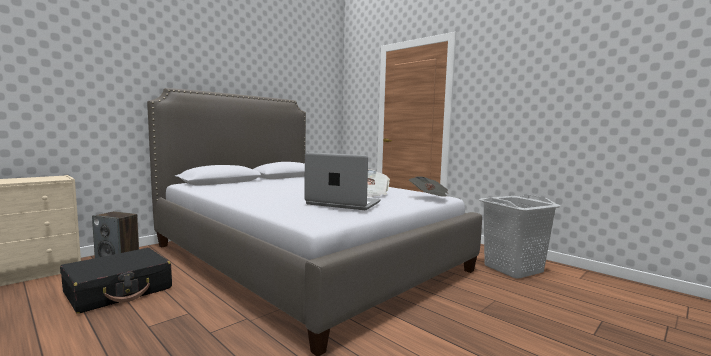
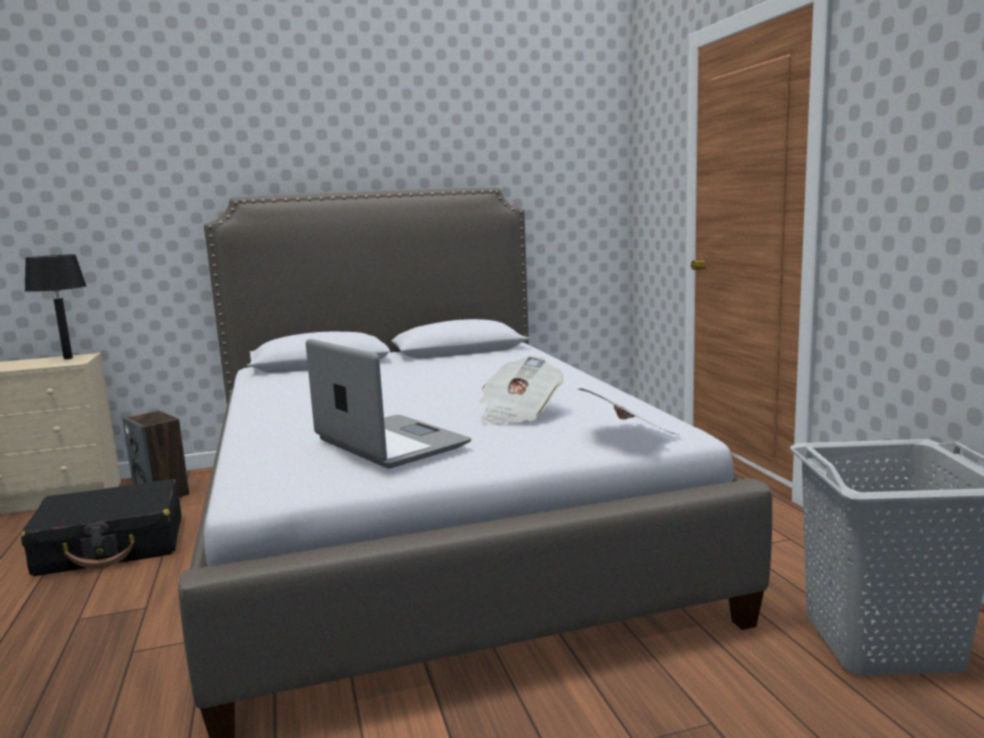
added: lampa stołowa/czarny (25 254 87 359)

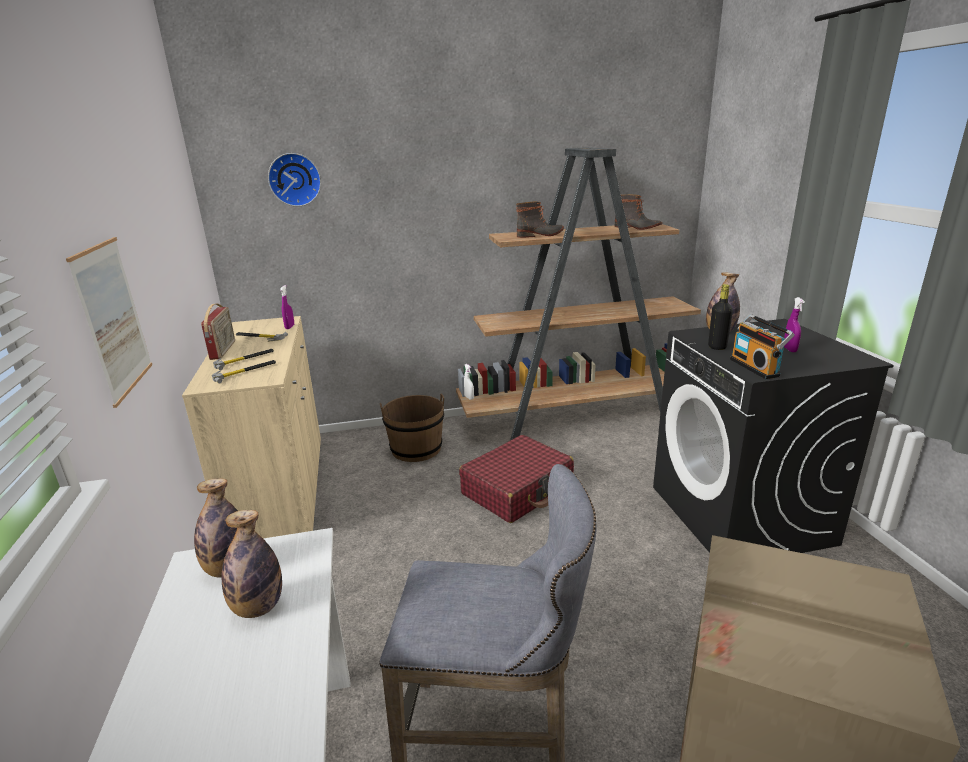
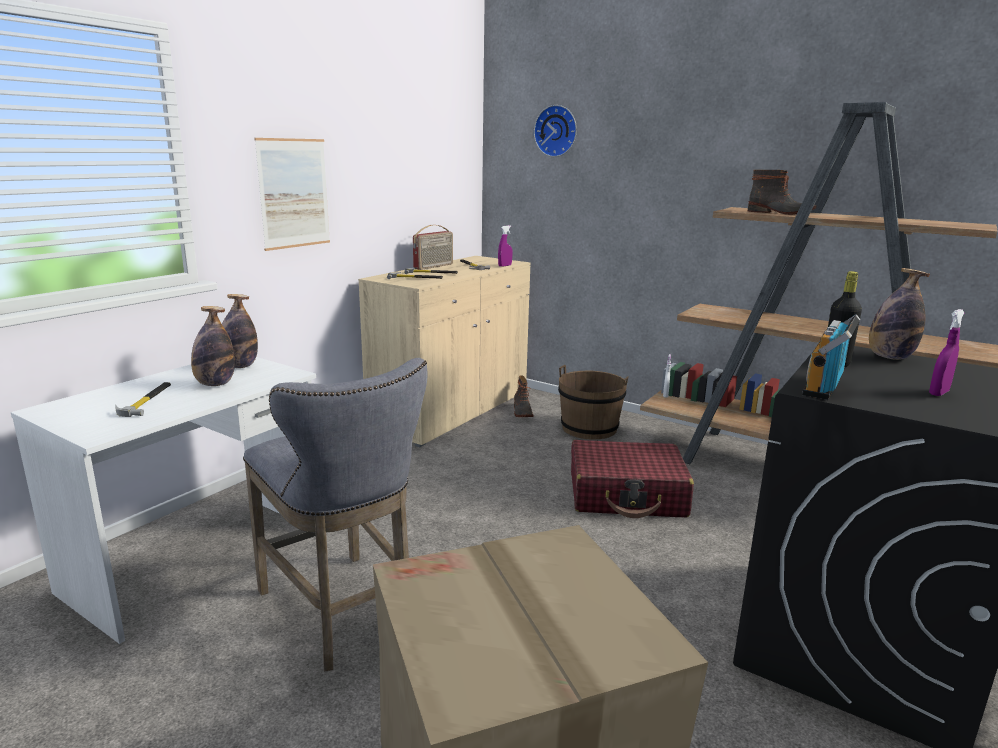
added: młotek (115 382 171 417)
moved: but z cholewką (614 195 662 230) to (514 375 534 417)

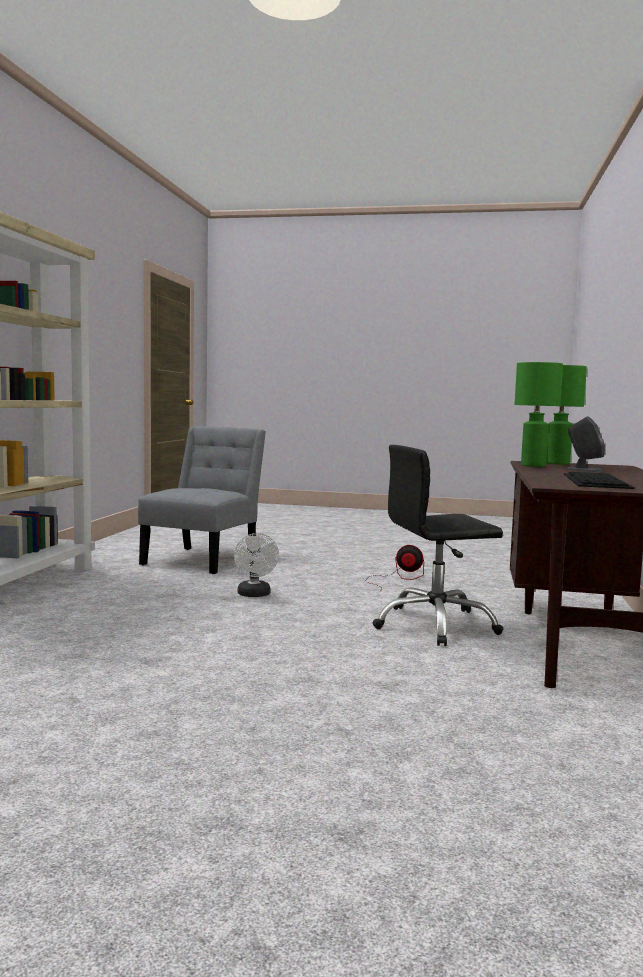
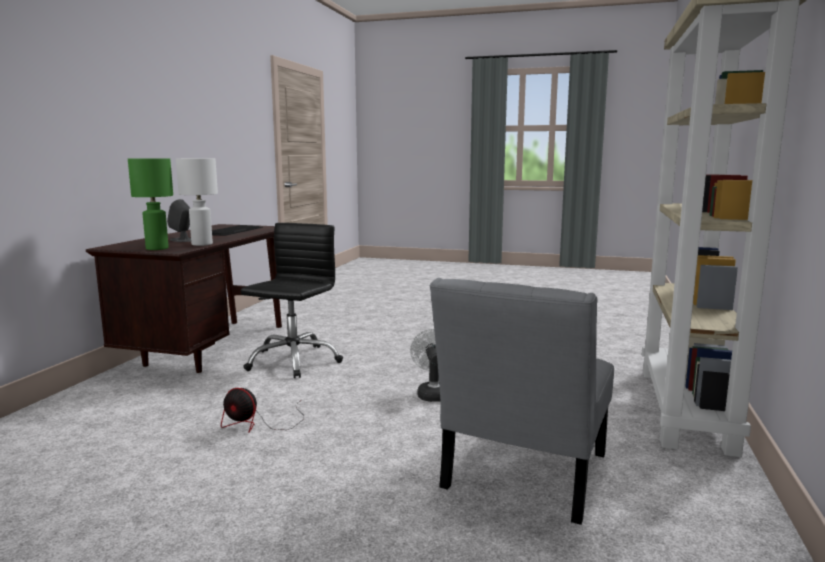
recoloured: lampa stołowa/zielony (514 362 563 467) to lampa stołowa/biały (176 158 218 246)
turned: krzesło biurowe/czarny (373 445 503 646) = (240 223 343 378) 60 degrees counterclockwise

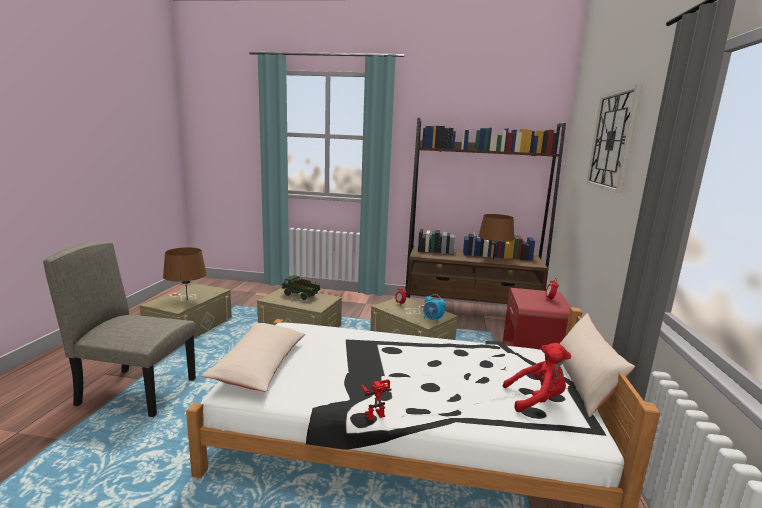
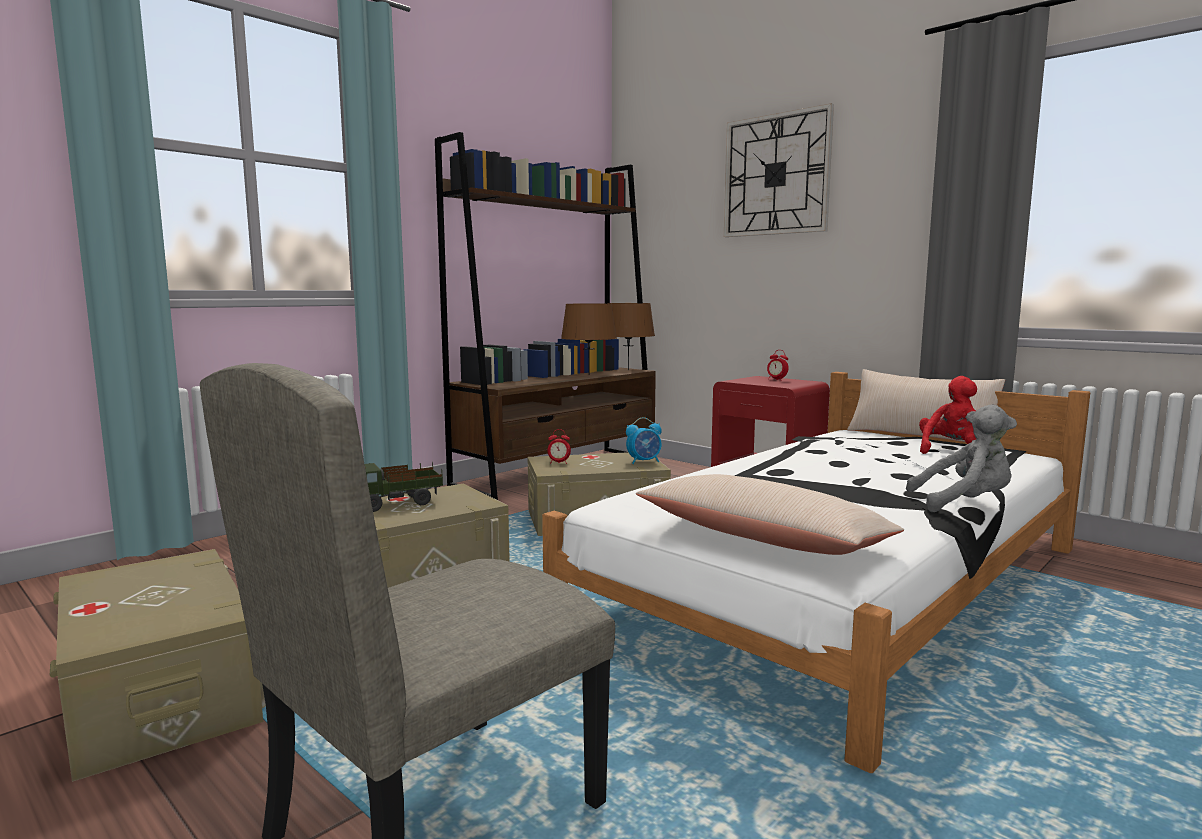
moved: lampa stołowa/brązowy (163 247 207 300) to (607 303 655 370)
replaced: robot zabawkowy (361 379 392 420) to pluszak/szary (906 404 1017 512)

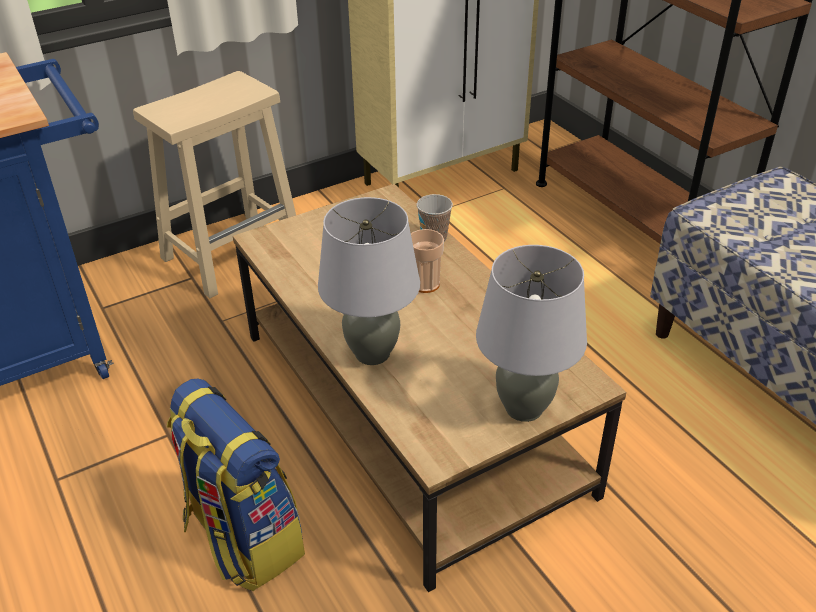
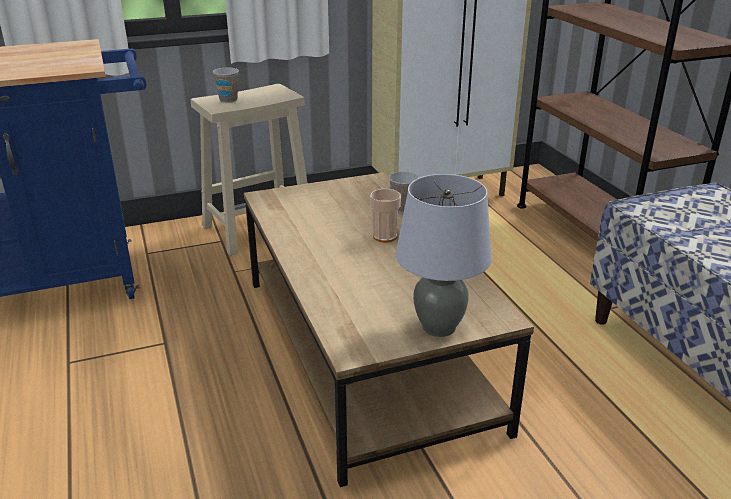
removed: lampa stołowa/szary (318 197 420 365); plecak (167 379 305 591)
added: filiżanka (213 67 239 103)

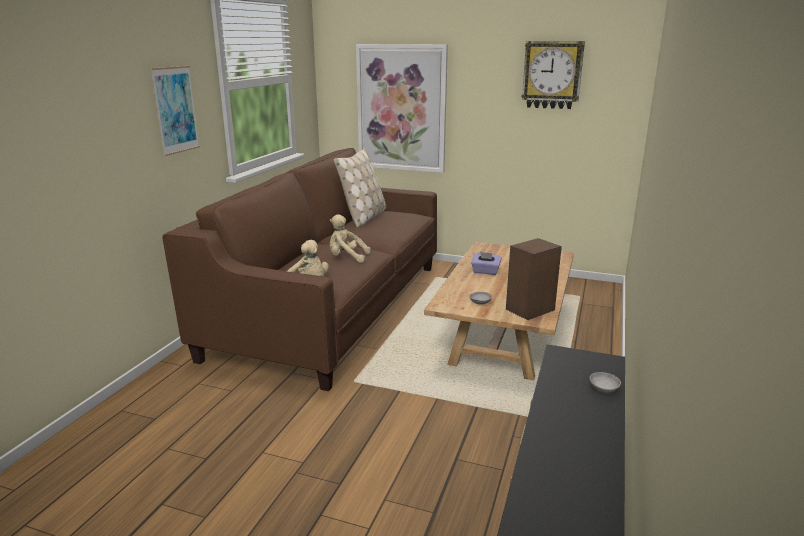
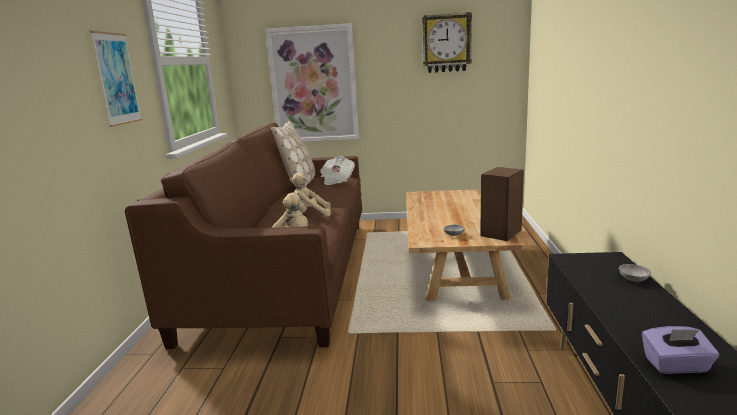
added: gazeta (320 156 355 185)
moved: pudełko chusteczek/fioletowy (471 252 502 275) to (642 326 719 374)

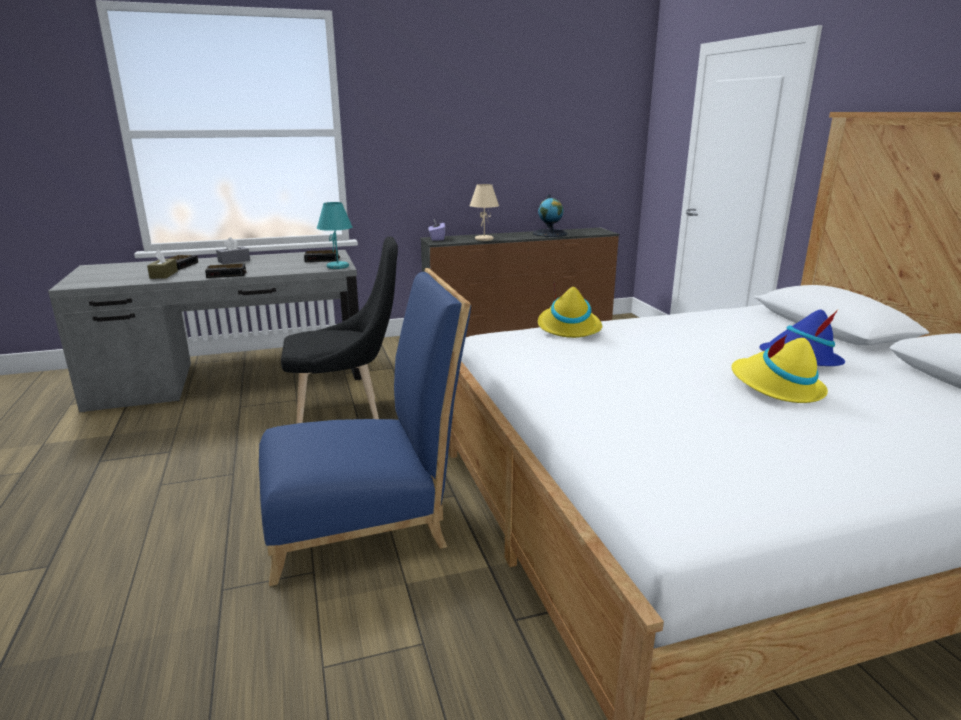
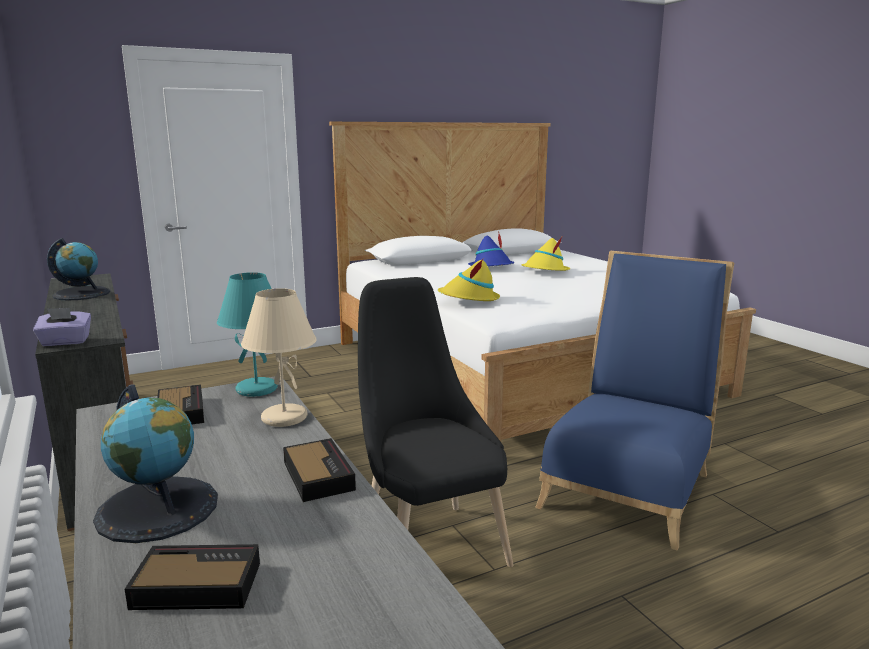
removed: pudełko chusteczek/brązowy (147 249 178 279)
moved: lampa stołowa/beżowy (469 184 499 241) to (241 288 317 427)
replaced: pudełko chusteczek/szary (216 237 250 264) to globus (93 384 218 543)
turned: krzesło/niebieski (259 268 471 586) = (535 251 734 550) 60 degrees clockwise

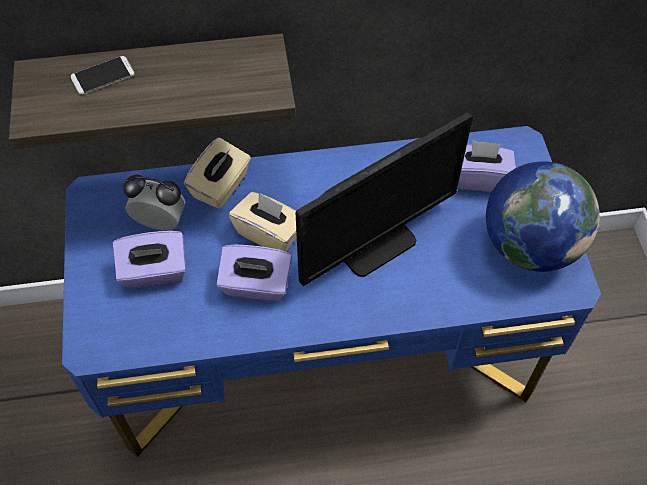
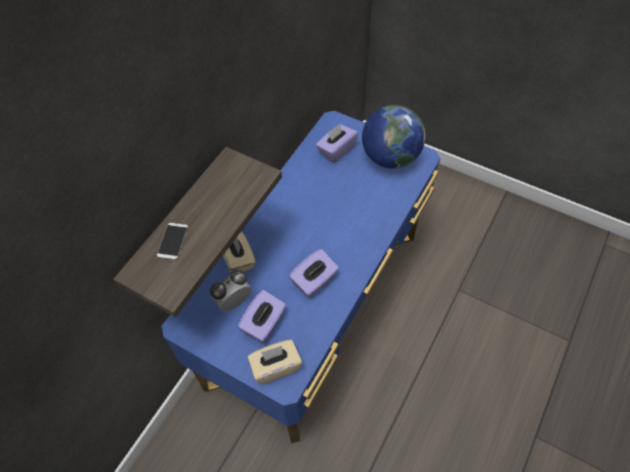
removed: monitor (295 112 473 286)
moved: pudełko chusteczek/beżowy (229 192 297 252) to (248 340 302 384)

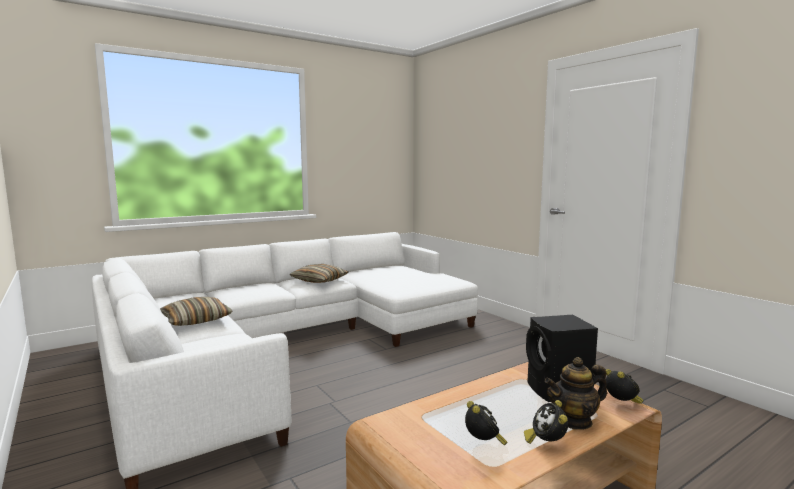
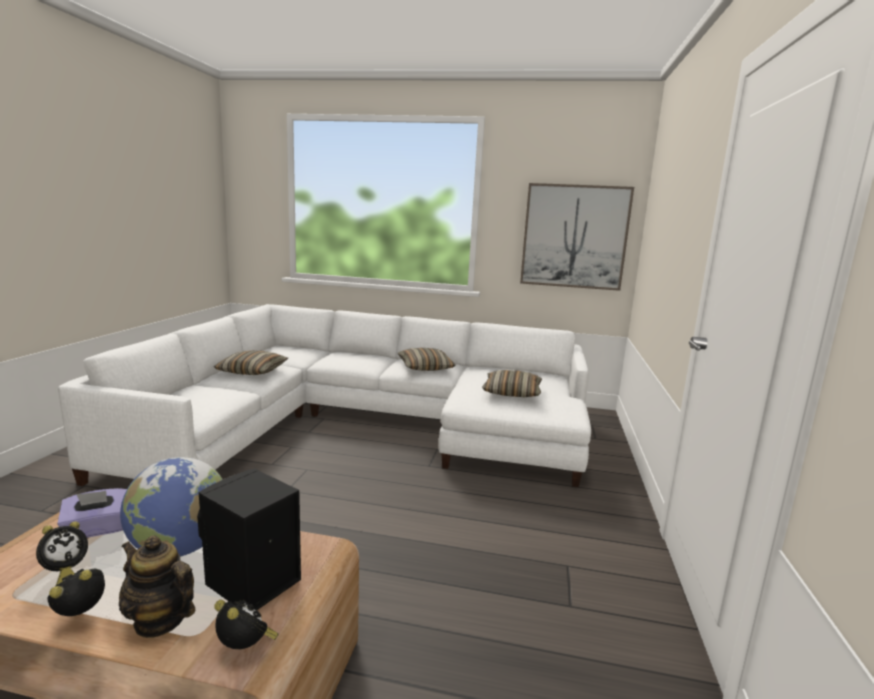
added: obraz (520 183 634 291); poduszka (482 370 542 397); globus (120 457 222 557); pudełko chusteczek/fioletowy (57 488 127 538)
turned: budzik (606 369 644 404) = (214 600 278 649) 75 degrees counterclockwise

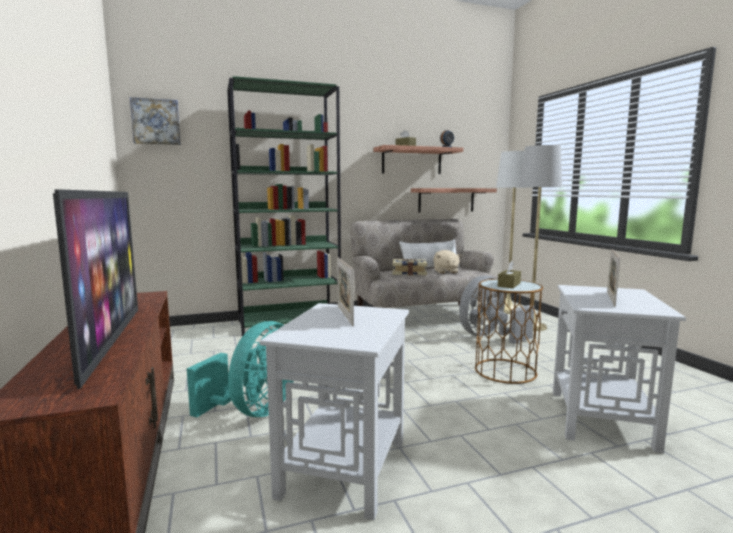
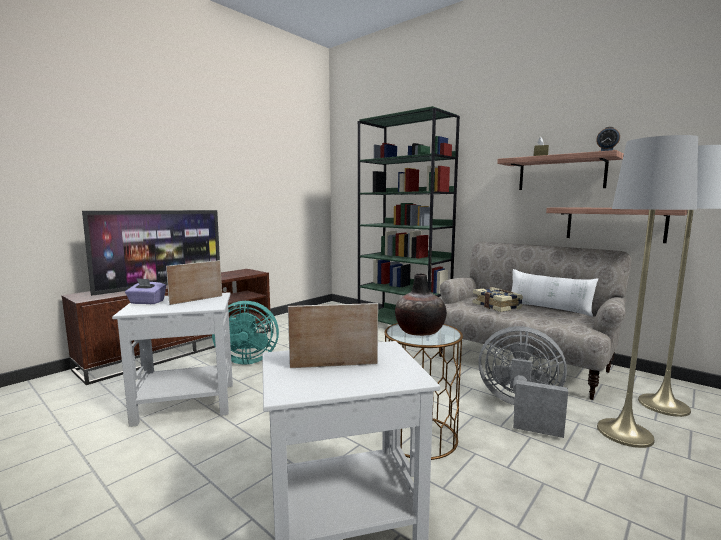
removed: obraz (130 97 181 145); pluszak/beżowy (433 250 461 274)
added: pudełko chusteczek/fioletowy (125 278 166 304)
replaced: pudełko chusteczek/brązowy (498 261 521 288) to wazon (395 273 447 336)

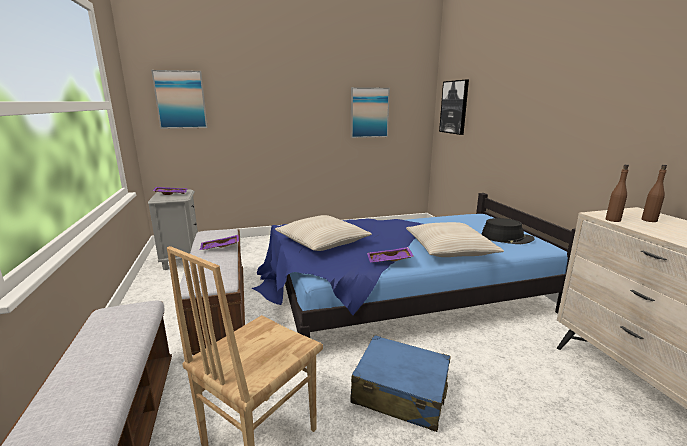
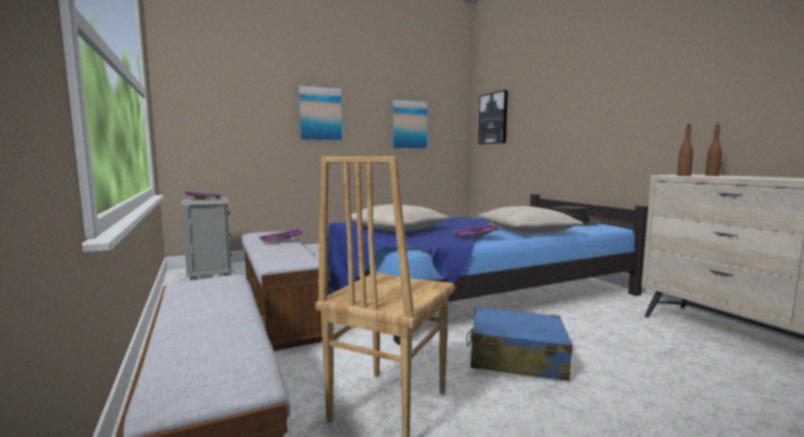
moved: obraz (151 70 208 129) to (297 84 343 142)

